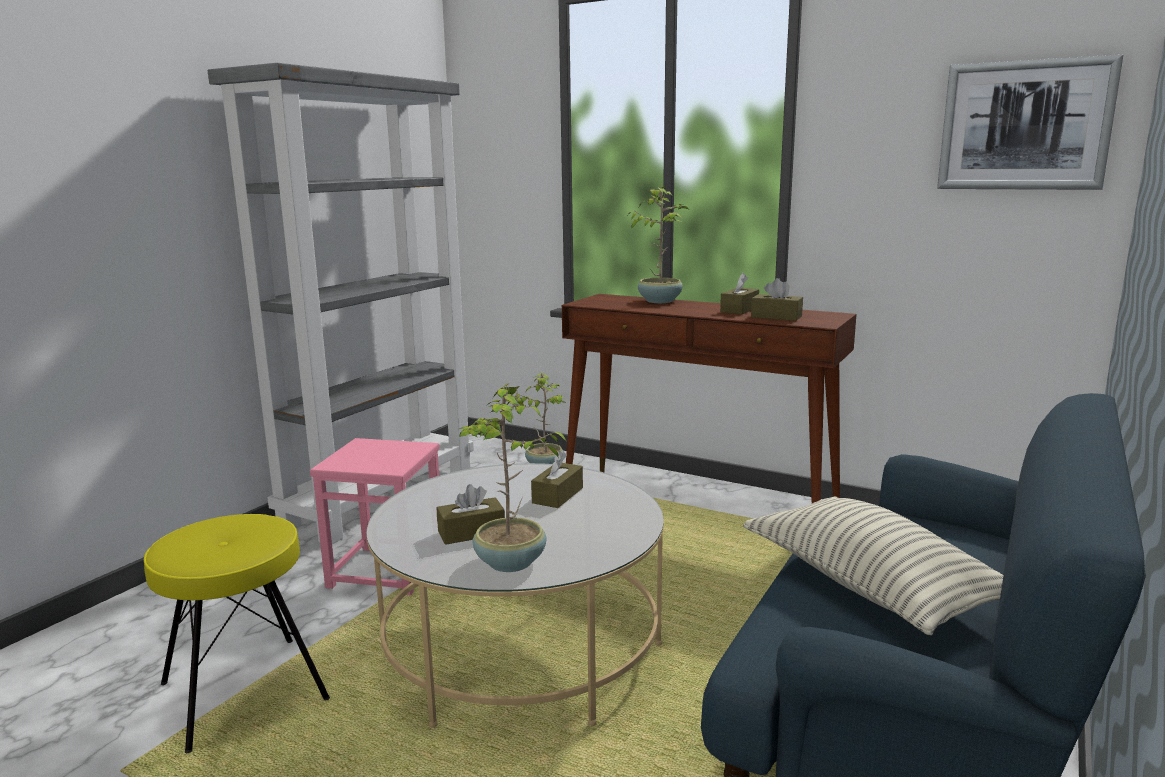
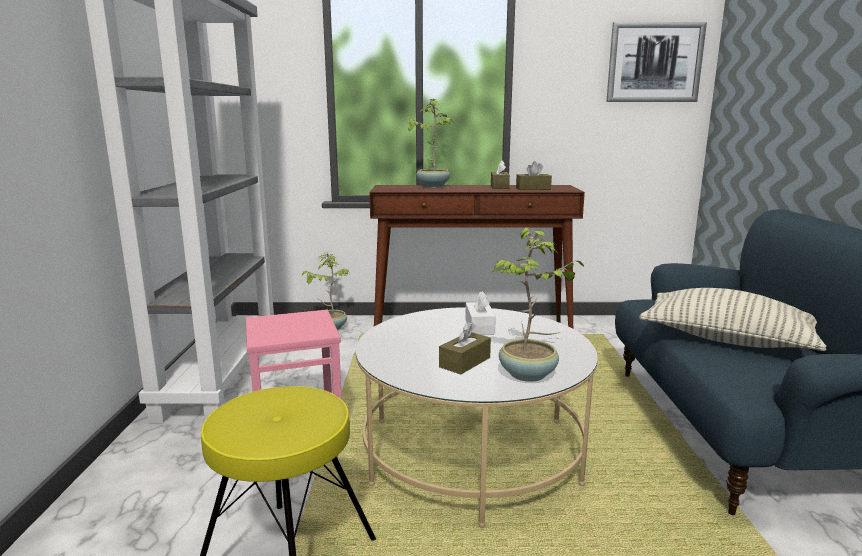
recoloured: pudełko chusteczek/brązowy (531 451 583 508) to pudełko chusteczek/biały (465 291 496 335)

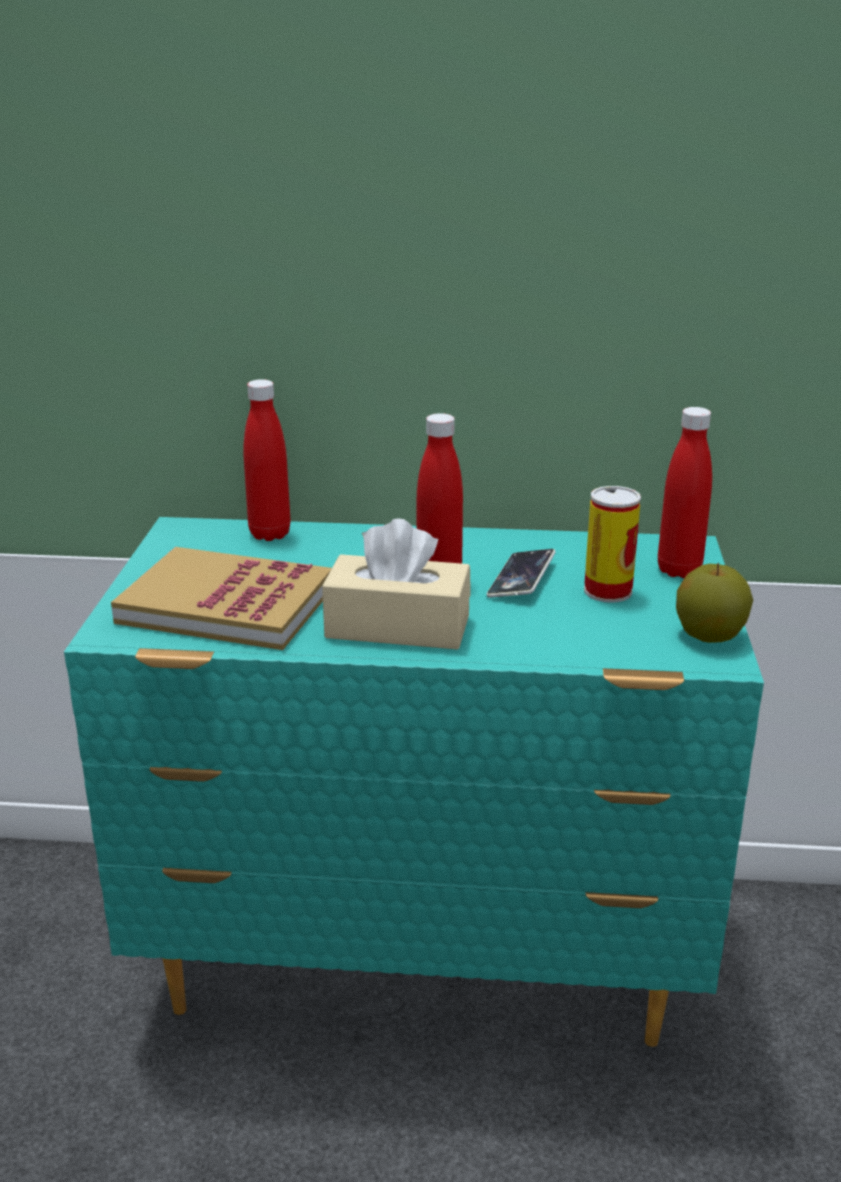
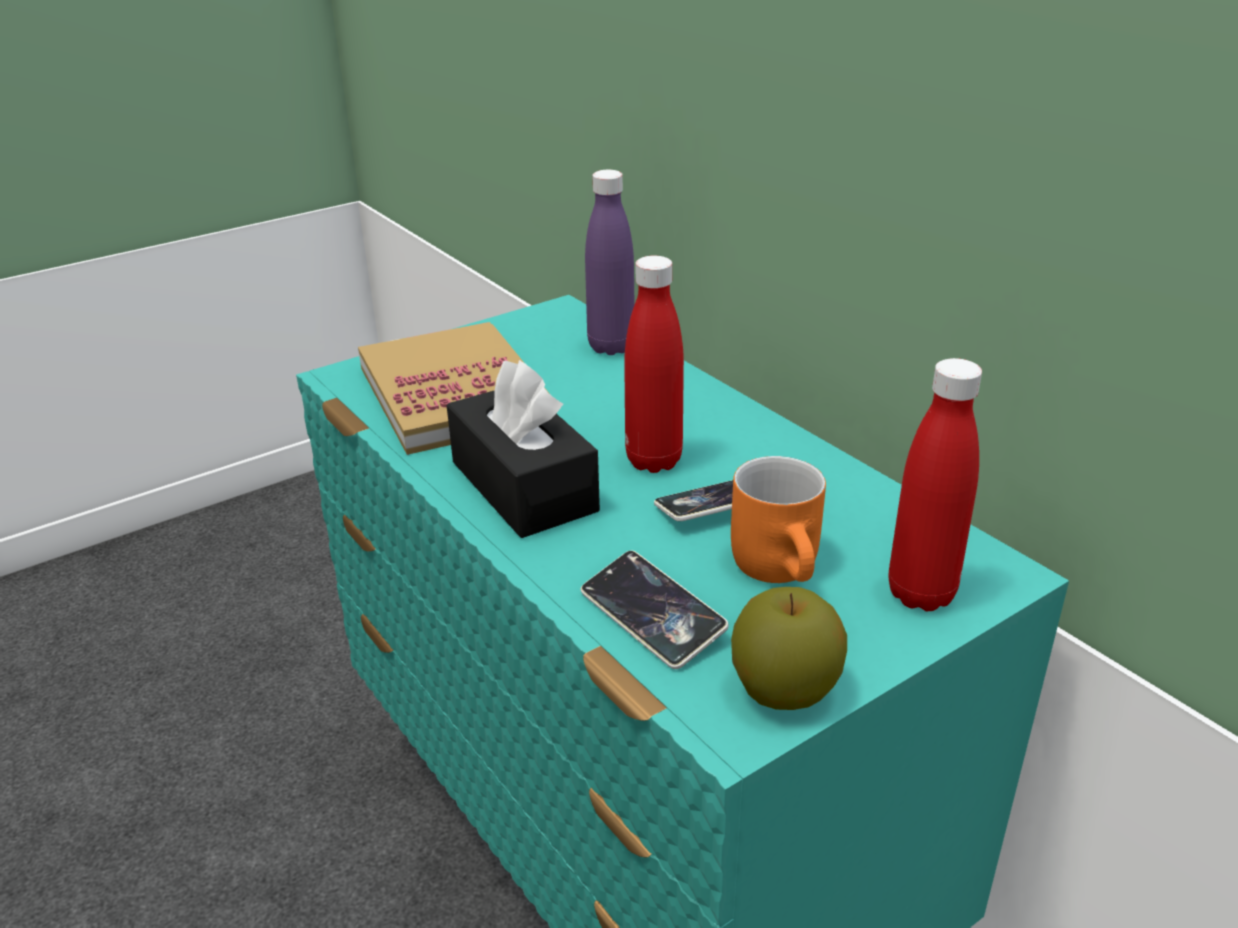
added: telefon (581 551 729 669)
replaced: puszka (584 486 641 603) to kubek/pomarańczowy (731 456 826 583)
recoloured: butelka/czerwony (243 379 290 541) to butelka/fioletowy (585 170 635 355); pudełko chusteczek/beżowy (322 519 471 650) to pudełko chusteczek/czarny (447 360 600 538)

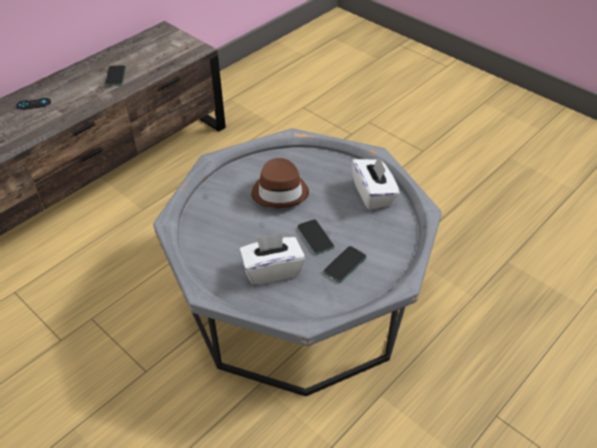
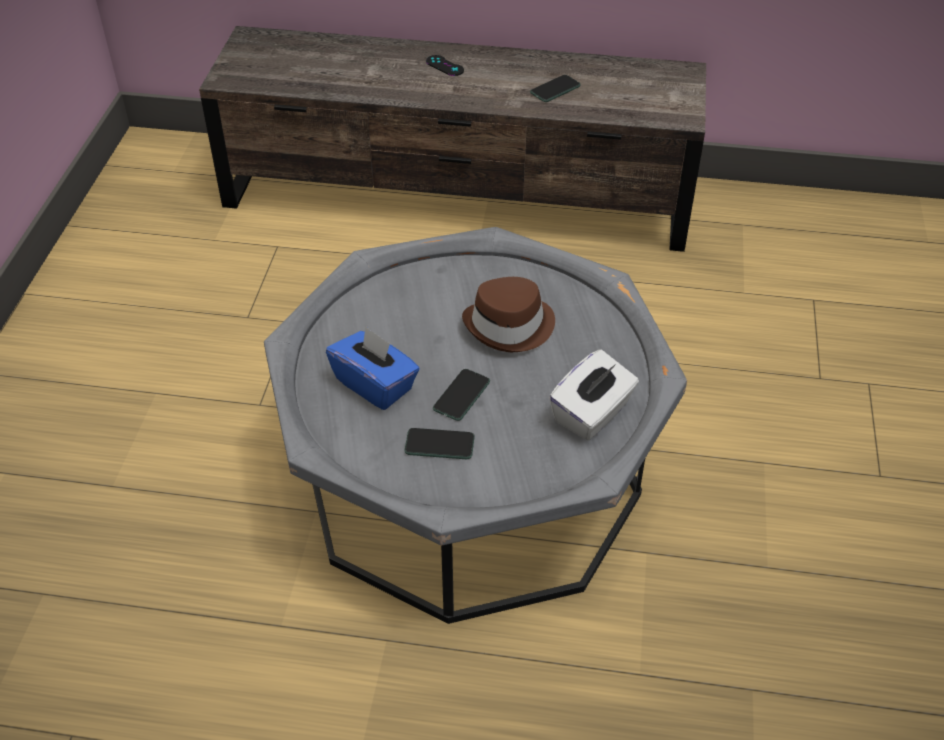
recoloured: pudełko chusteczek/biały (240 233 305 285) to pudełko chusteczek/niebieski (326 326 420 410)

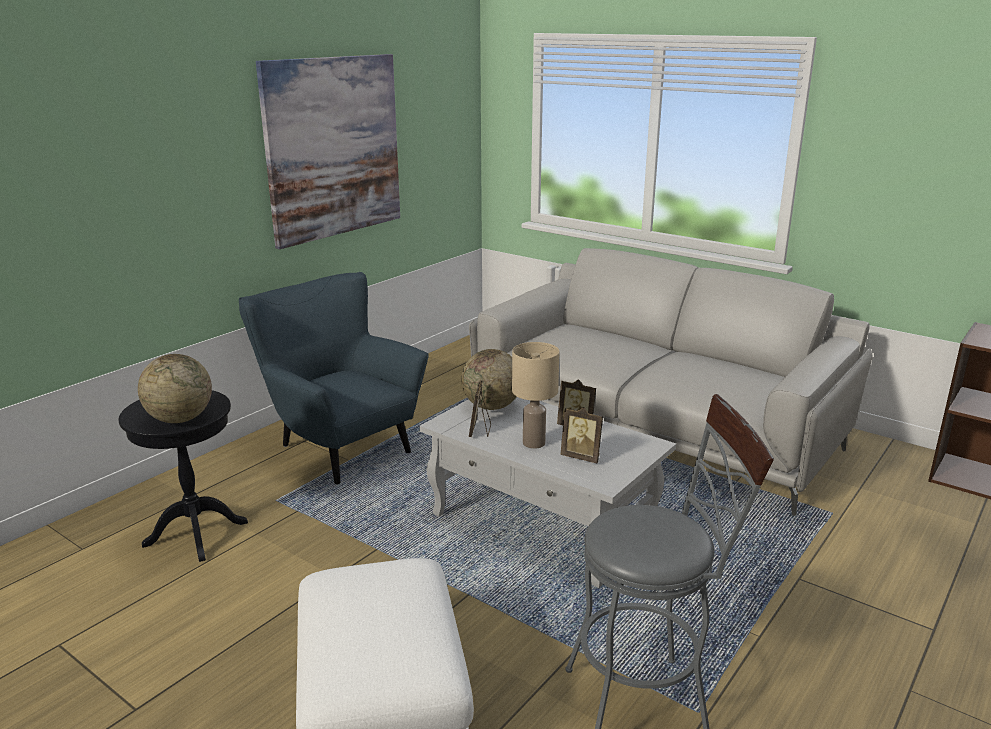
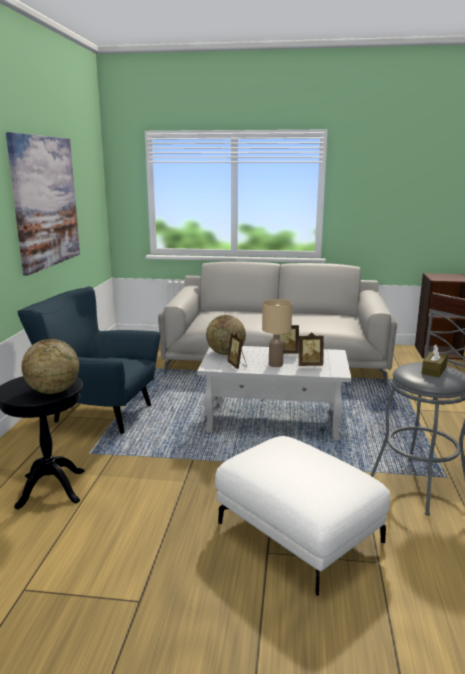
added: pudełko chusteczek/brązowy (422 344 448 377)

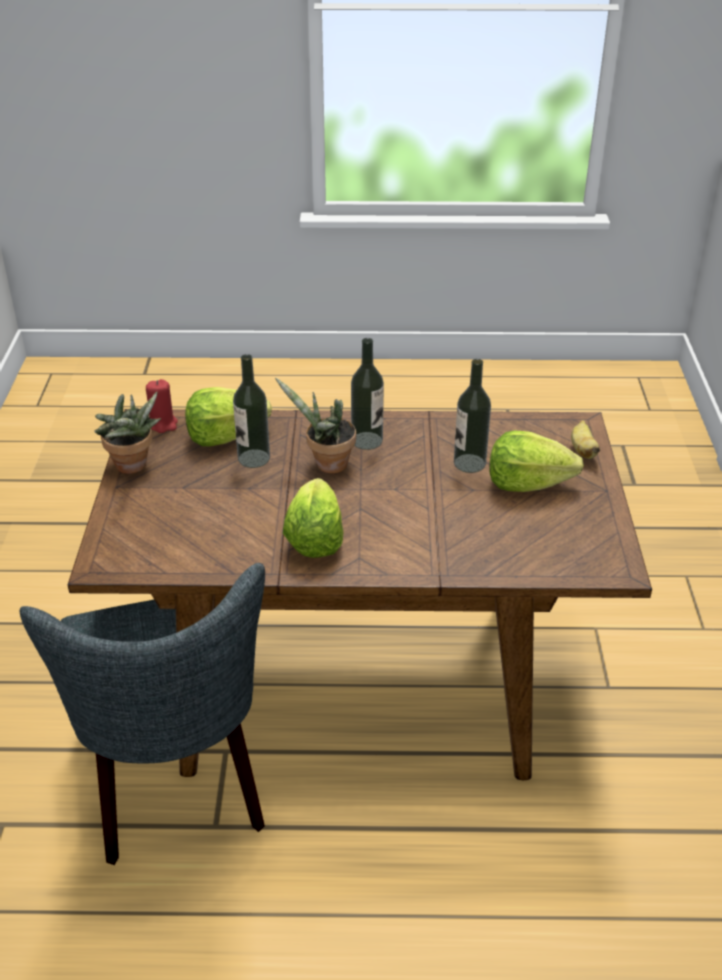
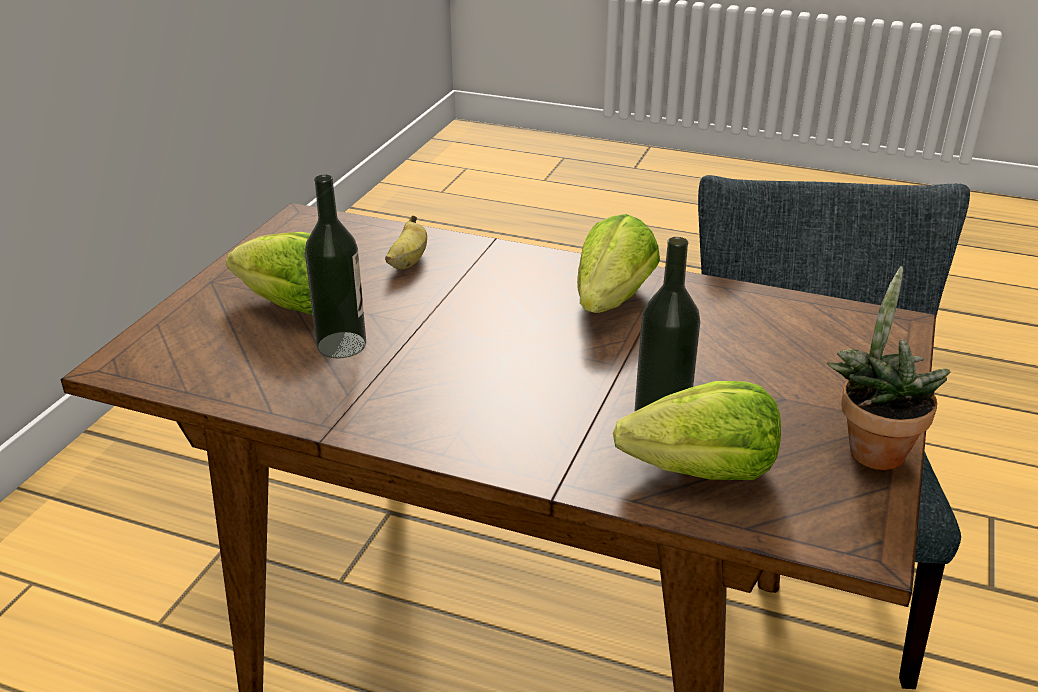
removed: butelka (351 338 384 450); roślina doniczkowa (275 377 356 474); świeca/czerwony (146 379 178 433)
moved: banan (571 420 600 459) to (385 216 427 269)

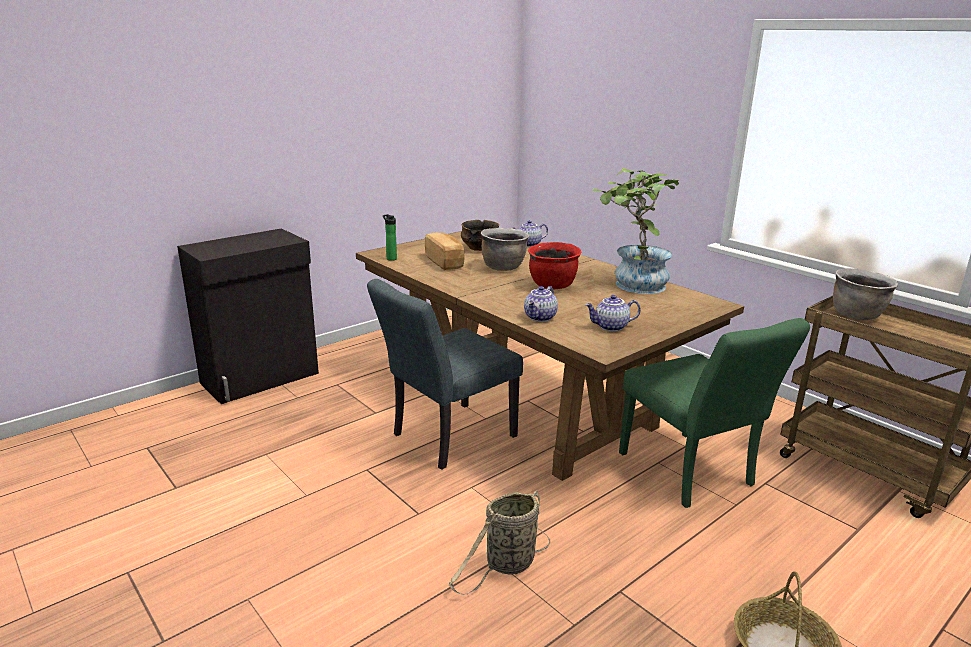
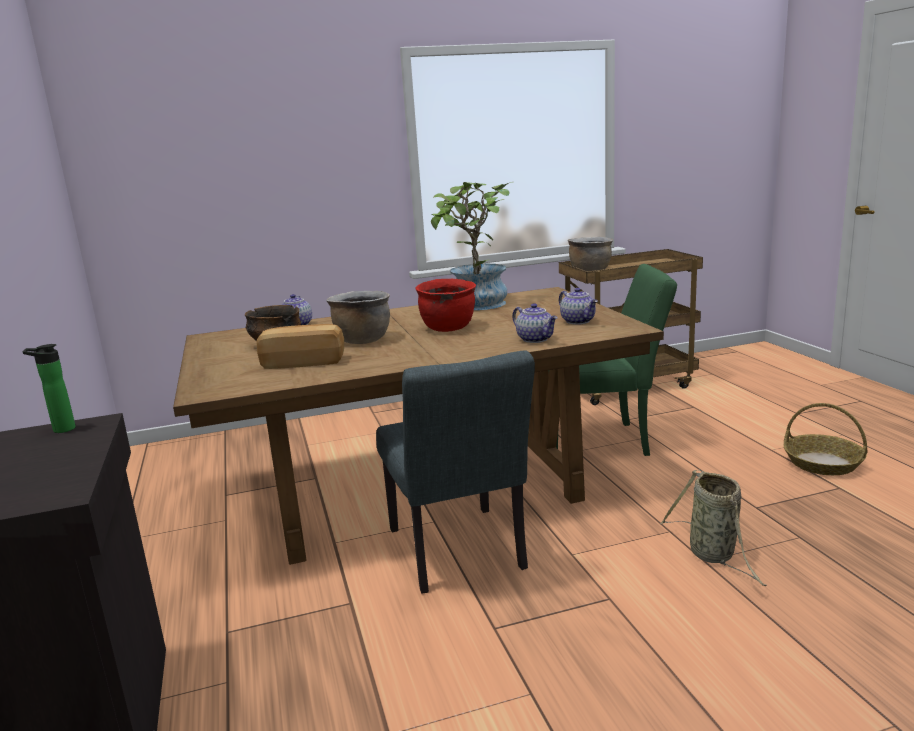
moved: butelka (383 214 397 261) to (23 344 76 433)
turned: imbryk (585 295 641 332) = (559 288 598 325) 45 degrees counterclockwise

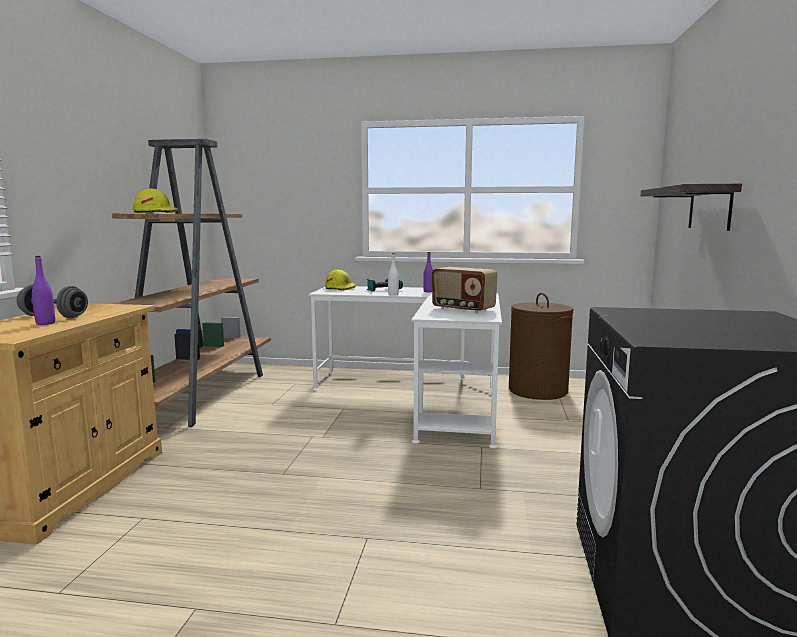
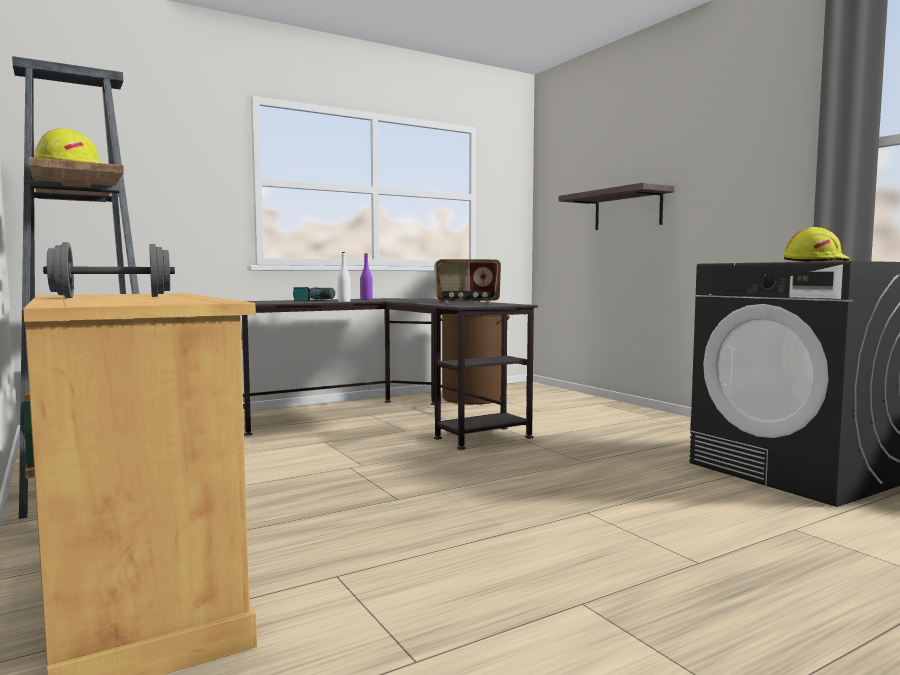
removed: butelka/fioletowy (32 256 55 325)
moved: kask/żółty (325 269 356 291) to (783 227 851 262)
recoloured: biurko/biały (309 286 502 448) to biurko/czarny (242 298 538 450)

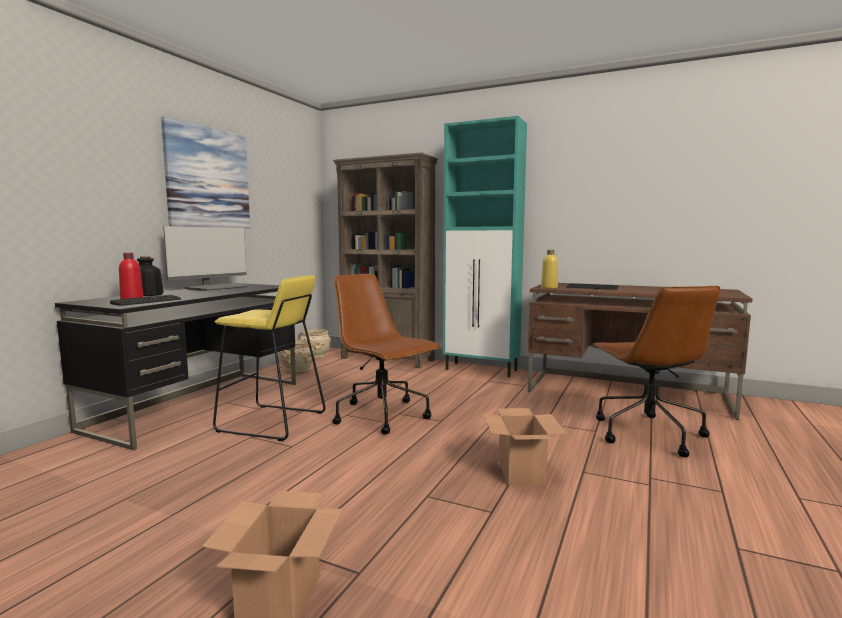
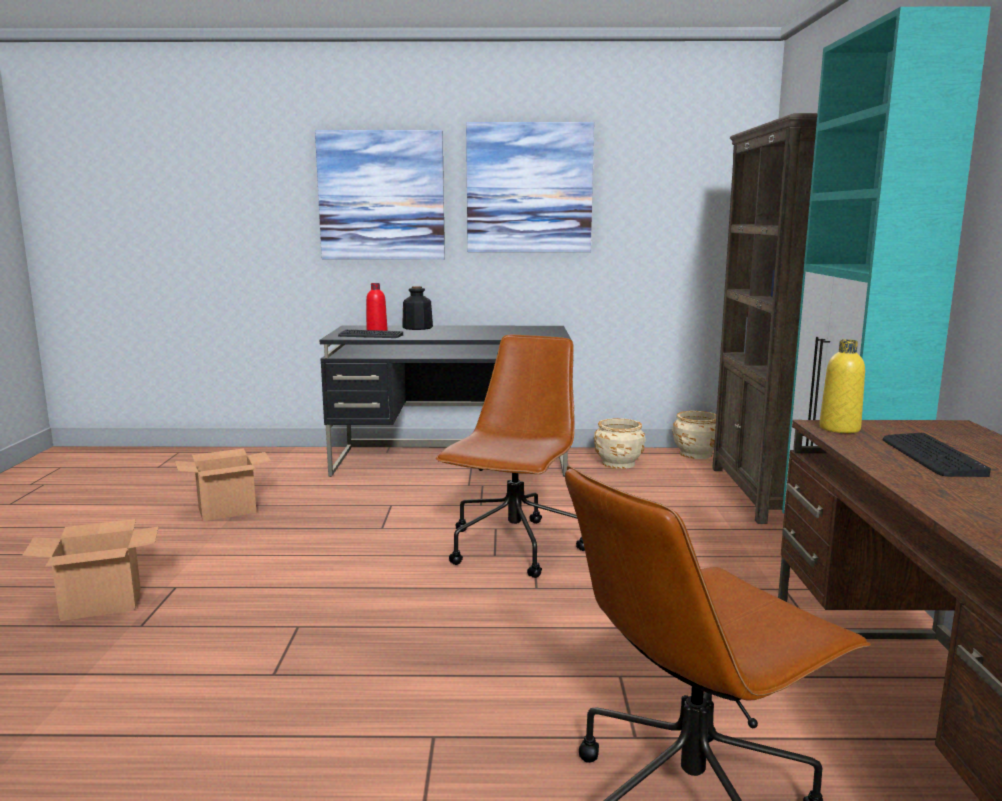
removed: monitor (163 226 248 291); stołek/żółty (213 275 326 441)
added: obraz (315 130 445 260)
moved: karton (483 408 567 486) to (175 448 271 521)

